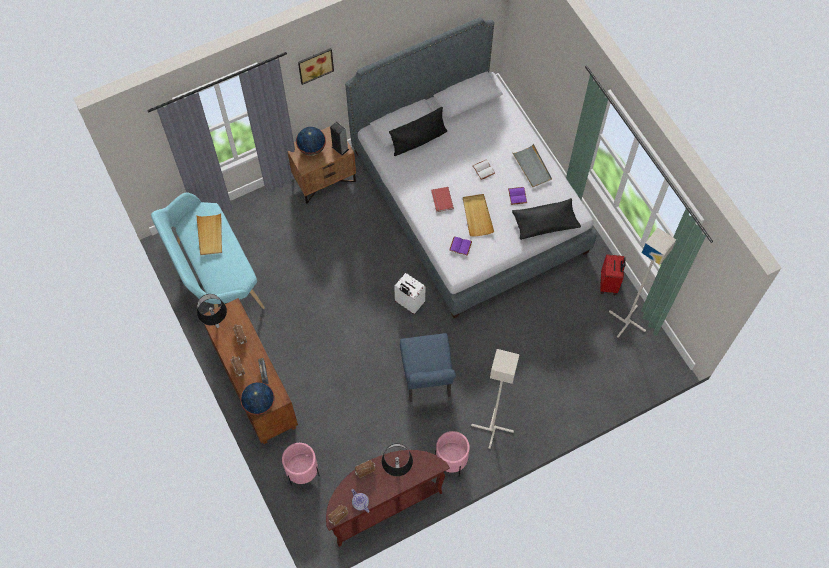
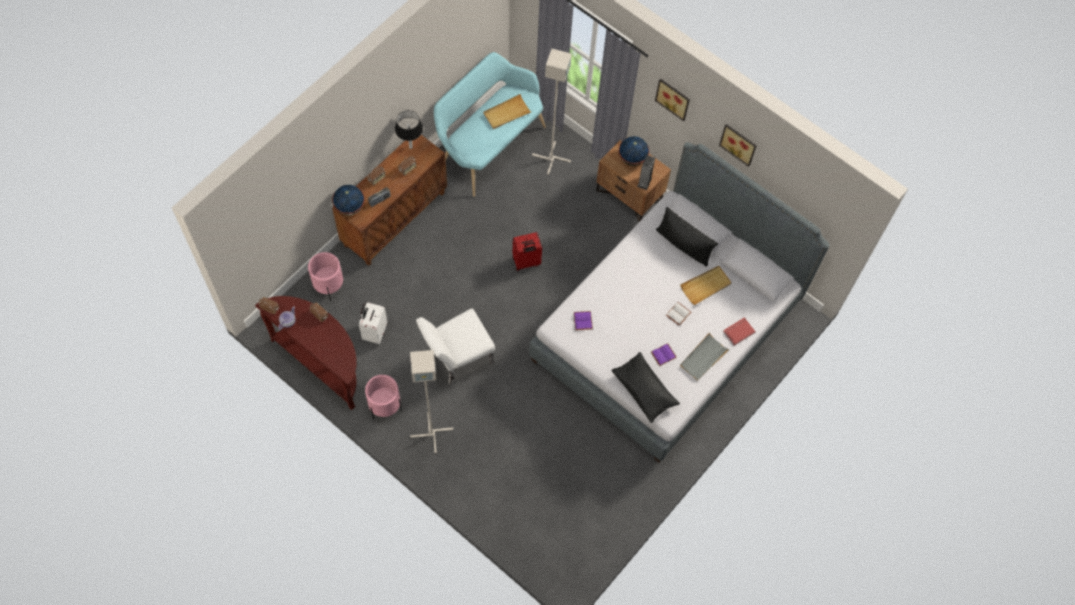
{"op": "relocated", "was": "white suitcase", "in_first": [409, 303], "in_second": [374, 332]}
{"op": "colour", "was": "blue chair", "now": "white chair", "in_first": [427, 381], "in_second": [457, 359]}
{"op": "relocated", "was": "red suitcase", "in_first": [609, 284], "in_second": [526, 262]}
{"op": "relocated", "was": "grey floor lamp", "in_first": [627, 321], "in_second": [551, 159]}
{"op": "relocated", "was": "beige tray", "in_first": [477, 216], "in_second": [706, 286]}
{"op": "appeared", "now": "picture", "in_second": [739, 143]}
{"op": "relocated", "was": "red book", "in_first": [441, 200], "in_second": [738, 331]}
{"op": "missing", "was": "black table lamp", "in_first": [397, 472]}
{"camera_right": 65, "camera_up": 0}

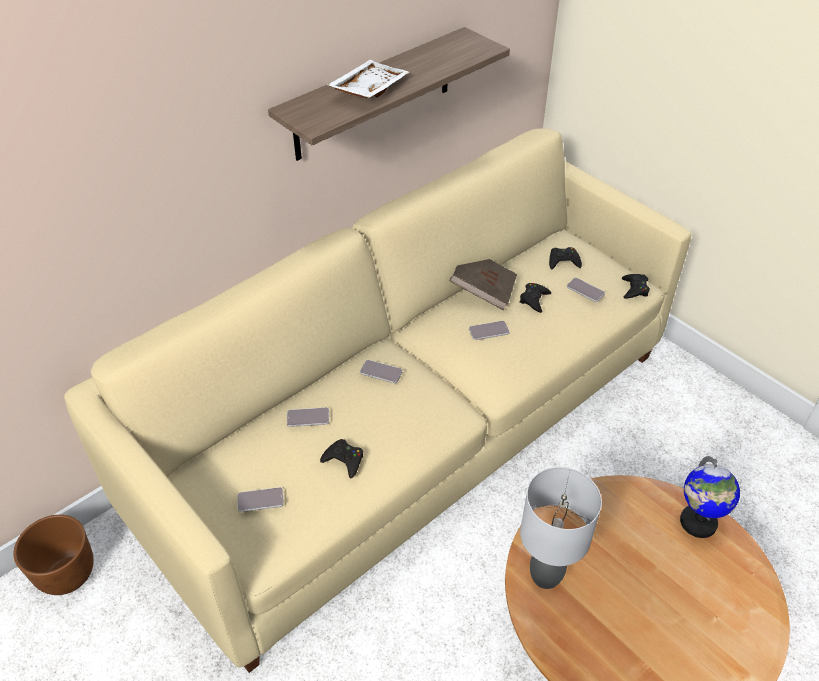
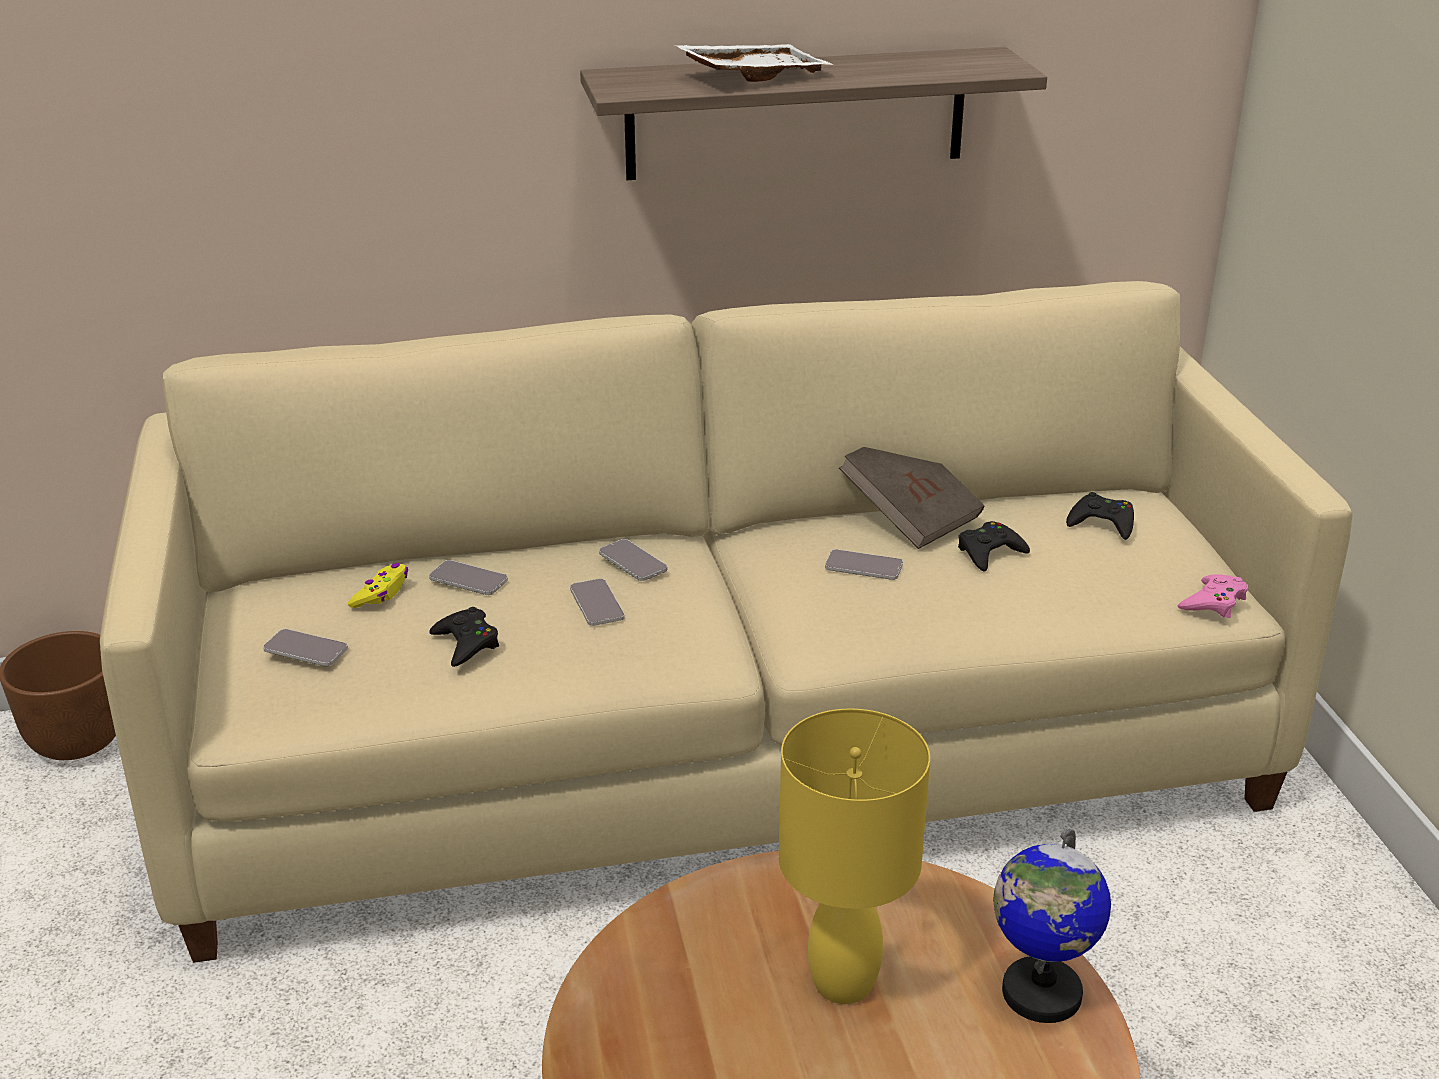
{"op": "appeared", "now": "yellow game controller", "in_second": [381, 593]}
{"op": "relocated", "was": "phone", "in_first": [585, 290], "in_second": [597, 603]}
{"op": "appeared", "now": "yellow table lamp", "in_second": [841, 982]}
{"op": "colour", "was": "black game controller", "now": "pink game controller", "in_first": [634, 289], "in_second": [1213, 602]}
{"op": "missing", "was": "grey table lamp", "in_first": [546, 577]}
{"camera_right": 30, "camera_up": -15}

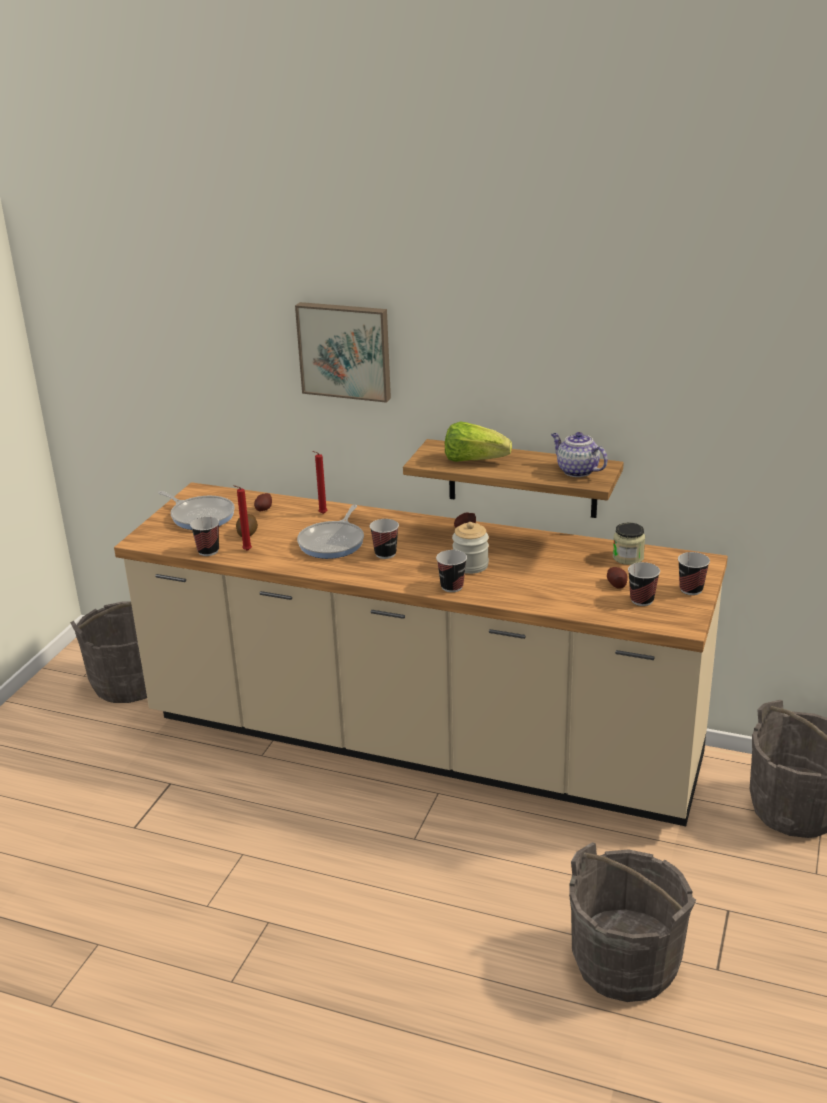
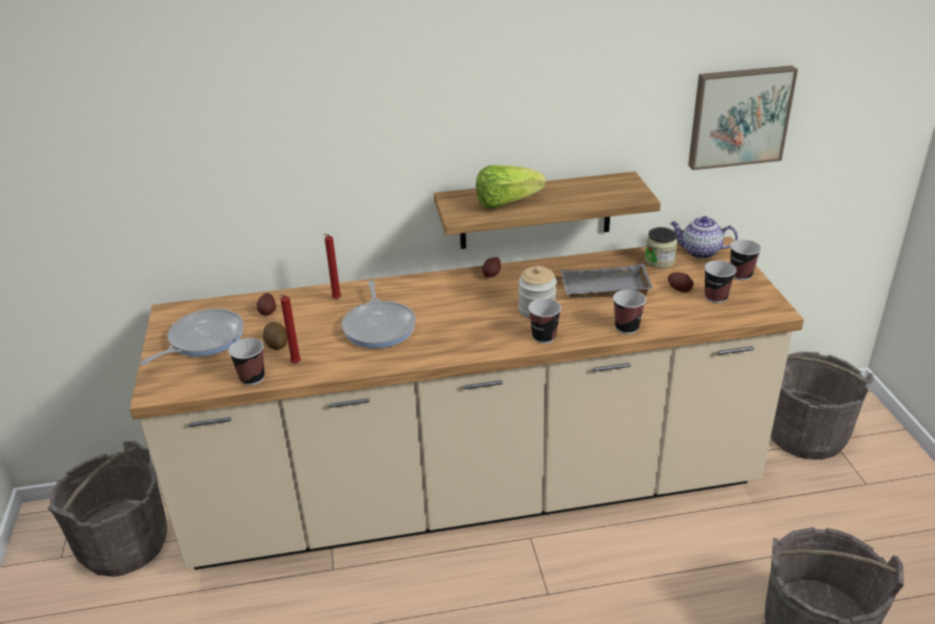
{"op": "spun", "was": "frying pan", "in_first": [200, 516], "in_second": [202, 340], "clockwise": -60}
{"op": "appeared", "now": "grey tray", "in_second": [604, 290]}
{"op": "relocated", "was": "cup", "in_first": [385, 554], "in_second": [627, 328]}
{"op": "relocated", "was": "teapot", "in_first": [576, 471], "in_second": [699, 252]}
{"op": "relocated", "was": "picture", "in_first": [345, 350], "in_second": [738, 116]}
{"camera_right": -30, "camera_up": 5}

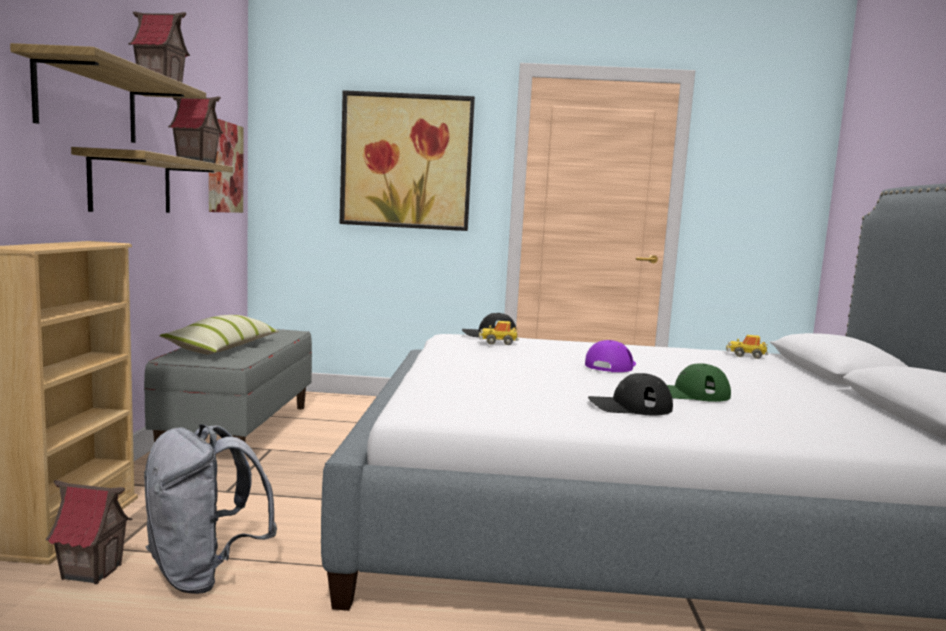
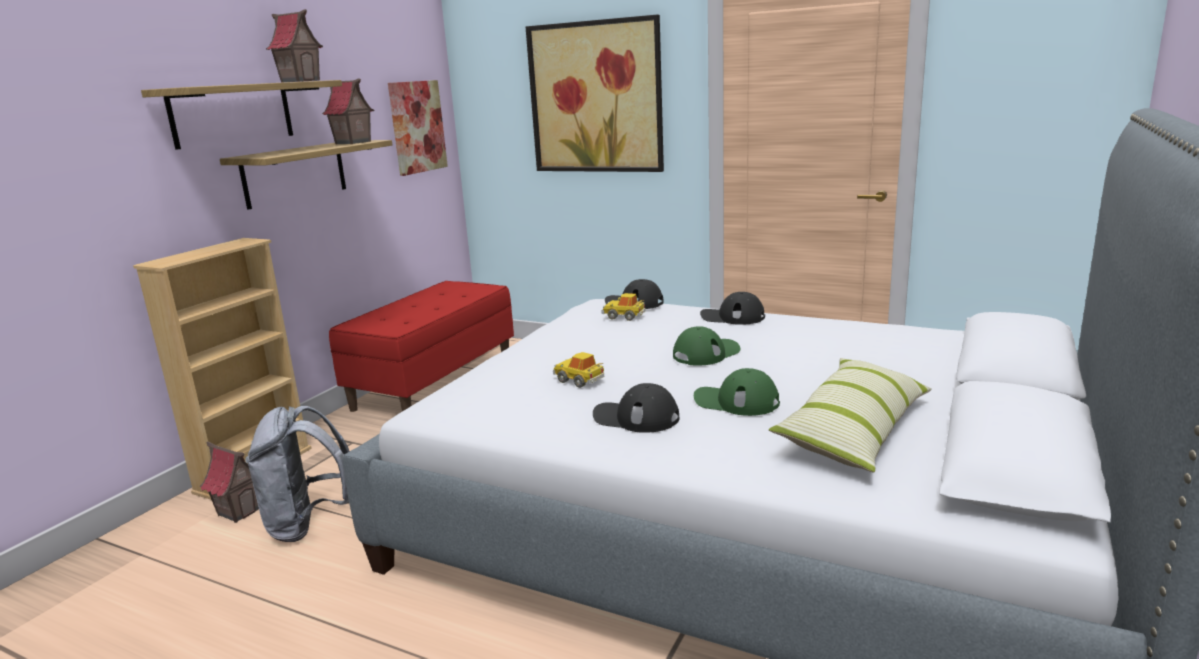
{"op": "colour", "was": "grey bench", "now": "red bench", "in_first": [238, 430], "in_second": [434, 383]}
{"op": "relocated", "was": "toy car", "in_first": [746, 355], "in_second": [579, 380]}
{"op": "colour", "was": "purple cap", "now": "green cap", "in_first": [611, 365], "in_second": [706, 353]}
{"op": "appeared", "now": "black cap", "in_second": [732, 317]}
{"op": "relocated", "was": "pillow", "in_first": [223, 347], "in_second": [854, 430]}
{"camera_right": 25, "camera_up": 10}

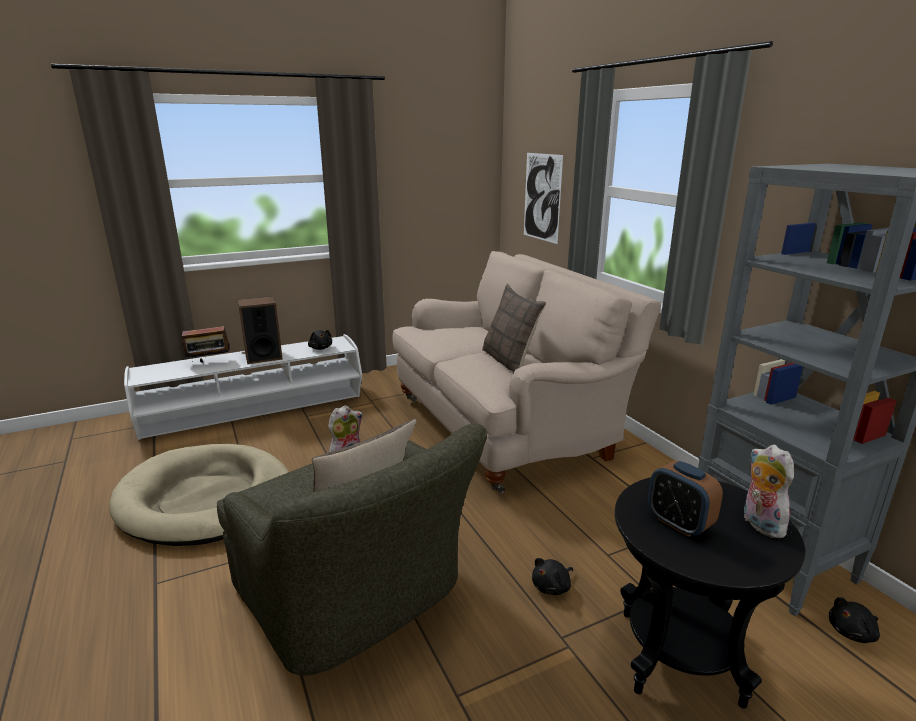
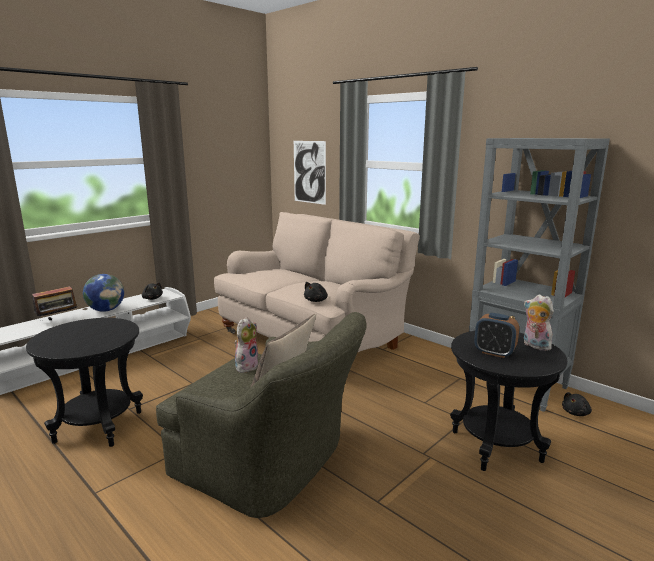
{"op": "exchanged", "was": "beige dog bed", "now": "black side table", "in_first": [206, 499], "in_second": [99, 427]}
{"op": "exchanged", "was": "speaker", "now": "globe", "in_first": [263, 357], "in_second": [106, 310]}
{"op": "relocated", "was": "black plush toy", "in_first": [552, 587], "in_second": [316, 300]}
{"op": "missing", "was": "pillow", "in_first": [510, 360]}
{"camera_right": -20, "camera_up": -5}

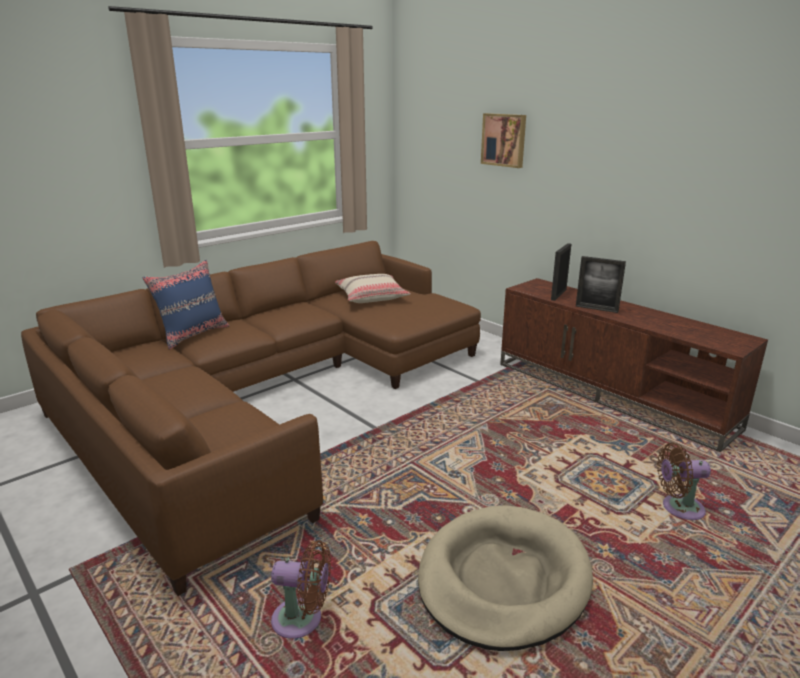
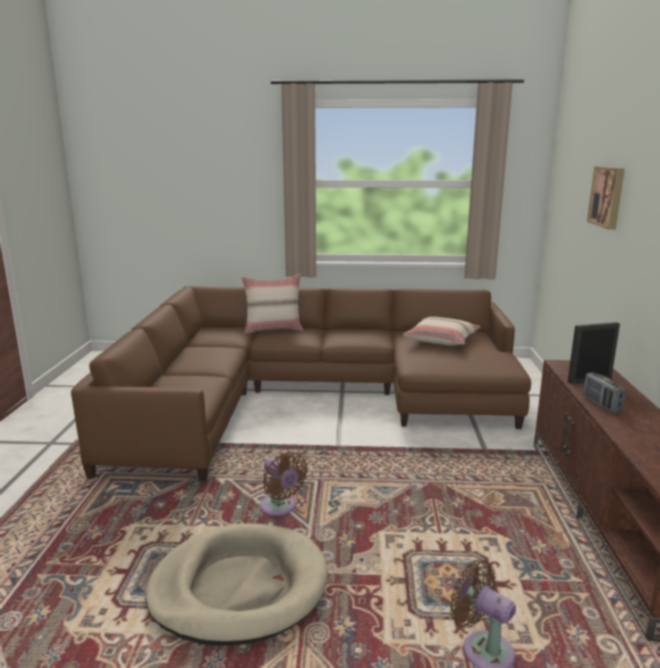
{"op": "colour", "was": "blue pillow", "now": "beige pillow", "in_first": [193, 334], "in_second": [273, 330]}
{"op": "relocated", "was": "brown fan", "in_first": [302, 620], "in_second": [280, 508]}
{"op": "exchanged", "was": "picture frame", "now": "radio", "in_first": [596, 309], "in_second": [601, 404]}
{"camera_right": 45, "camera_up": -5}

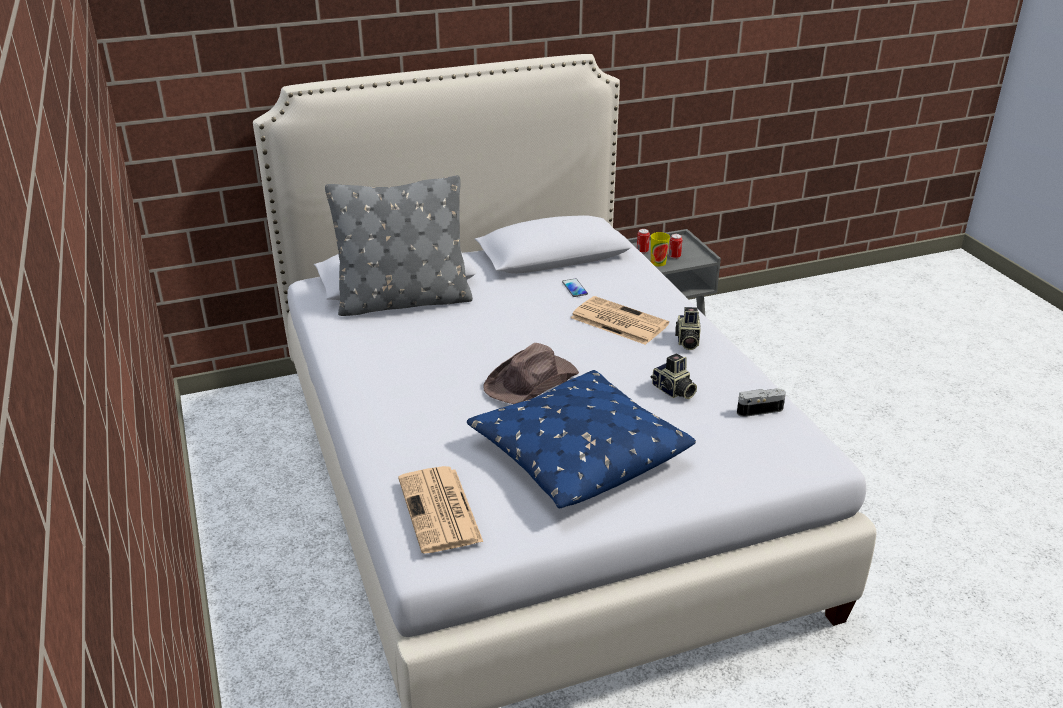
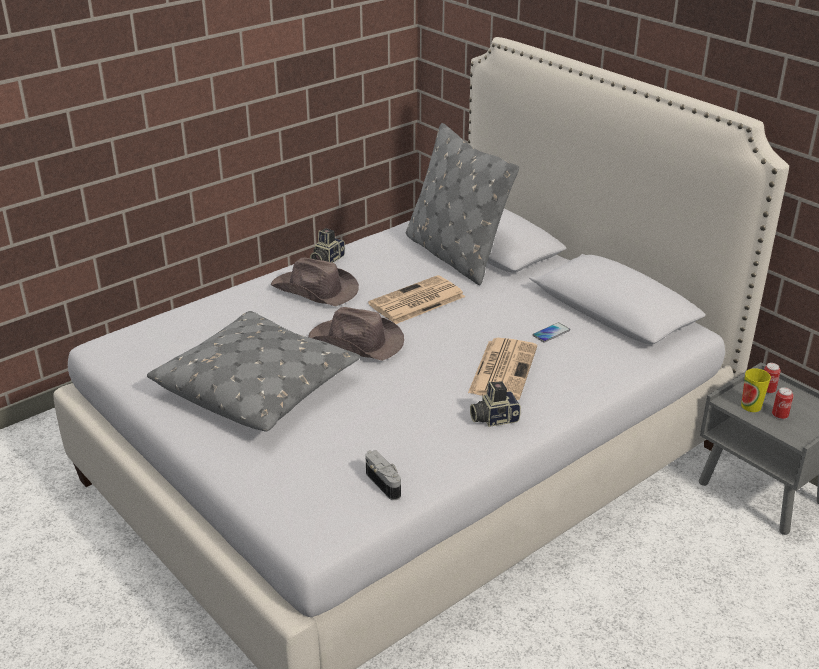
{"op": "colour", "was": "blue pillow", "now": "grey pillow", "in_first": [577, 454], "in_second": [258, 387]}
{"op": "appeared", "now": "brown hat", "in_second": [315, 290]}
{"op": "relocated", "was": "photo camera", "in_first": [673, 391], "in_second": [326, 260]}
{"op": "relocated", "was": "newspaper", "in_first": [440, 511], "in_second": [416, 301]}
{"camera_right": 70, "camera_up": 0}

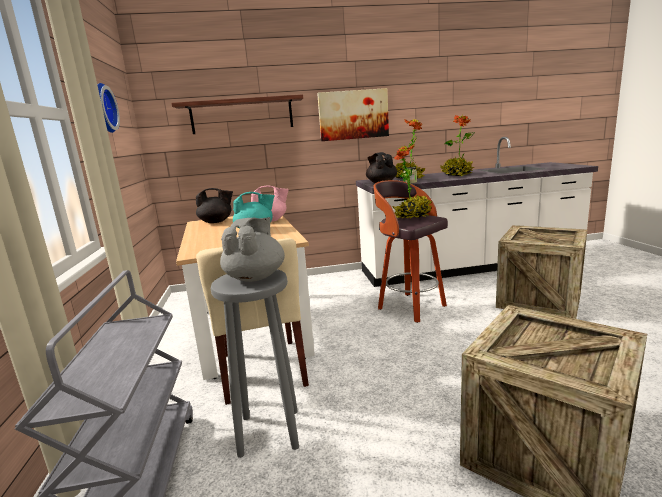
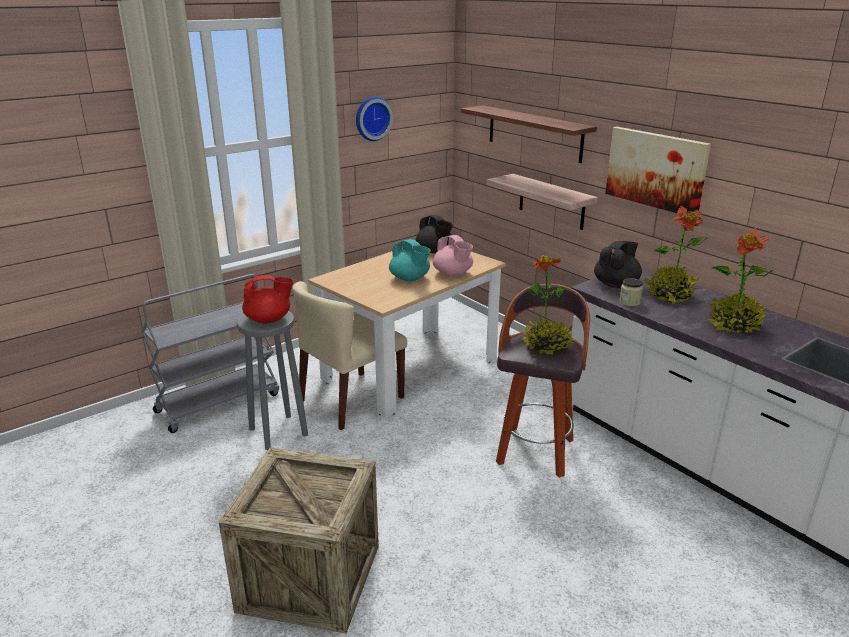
{"op": "colour", "was": "grey teapot", "now": "red teapot", "in_first": [256, 277], "in_second": [269, 319]}
{"op": "appeared", "now": "shelf", "in_second": [551, 202]}
{"op": "missing", "was": "crate", "in_first": [539, 300]}
{"camera_right": 60, "camera_up": 10}

